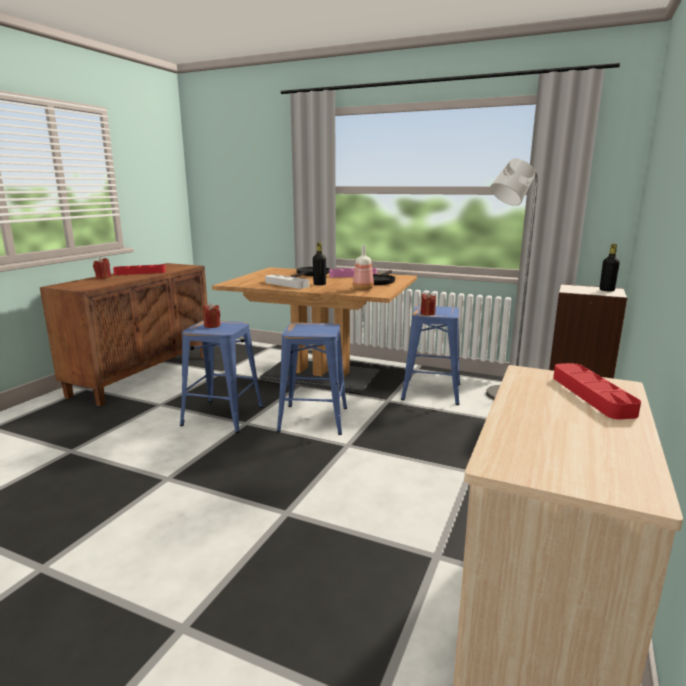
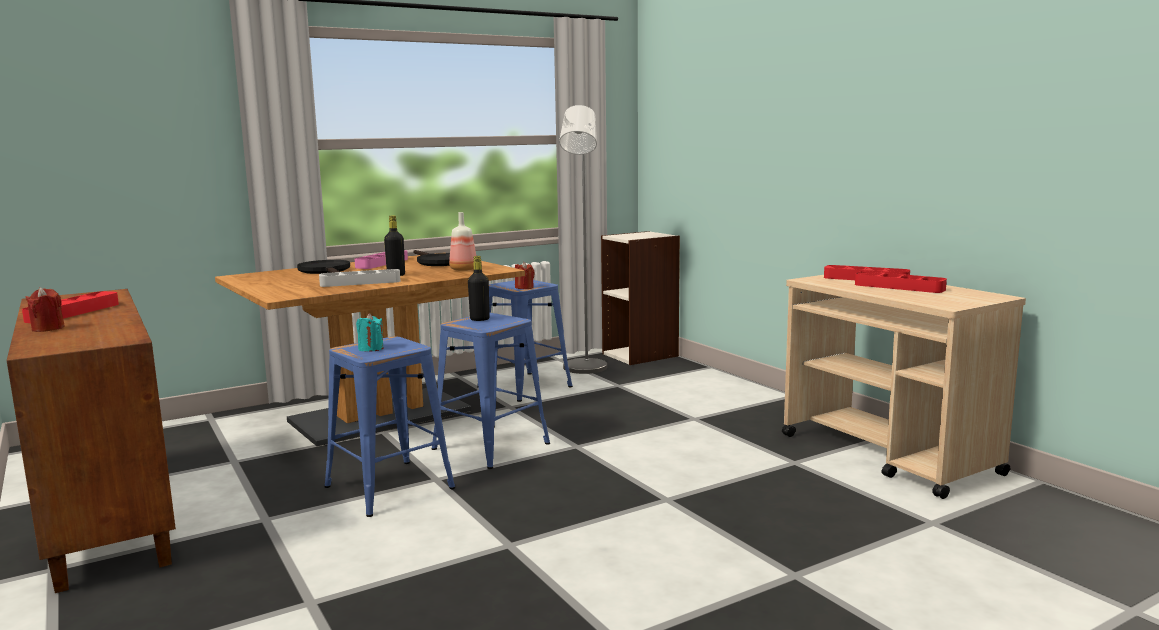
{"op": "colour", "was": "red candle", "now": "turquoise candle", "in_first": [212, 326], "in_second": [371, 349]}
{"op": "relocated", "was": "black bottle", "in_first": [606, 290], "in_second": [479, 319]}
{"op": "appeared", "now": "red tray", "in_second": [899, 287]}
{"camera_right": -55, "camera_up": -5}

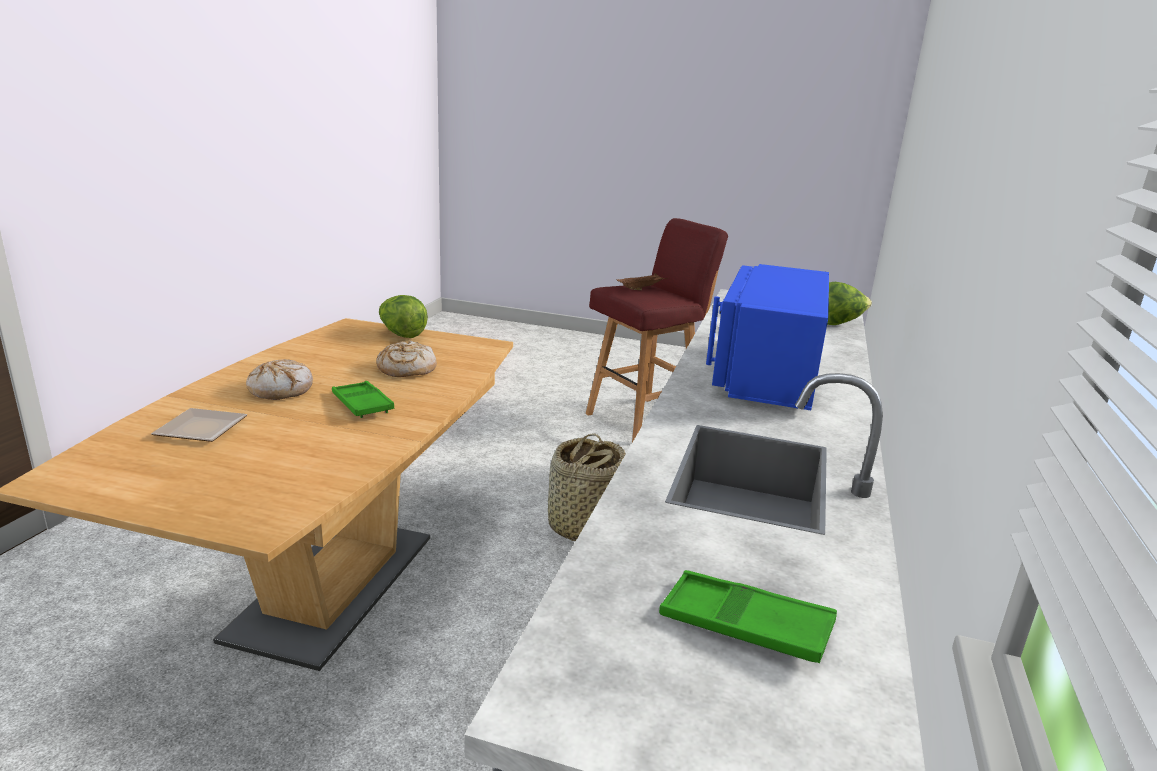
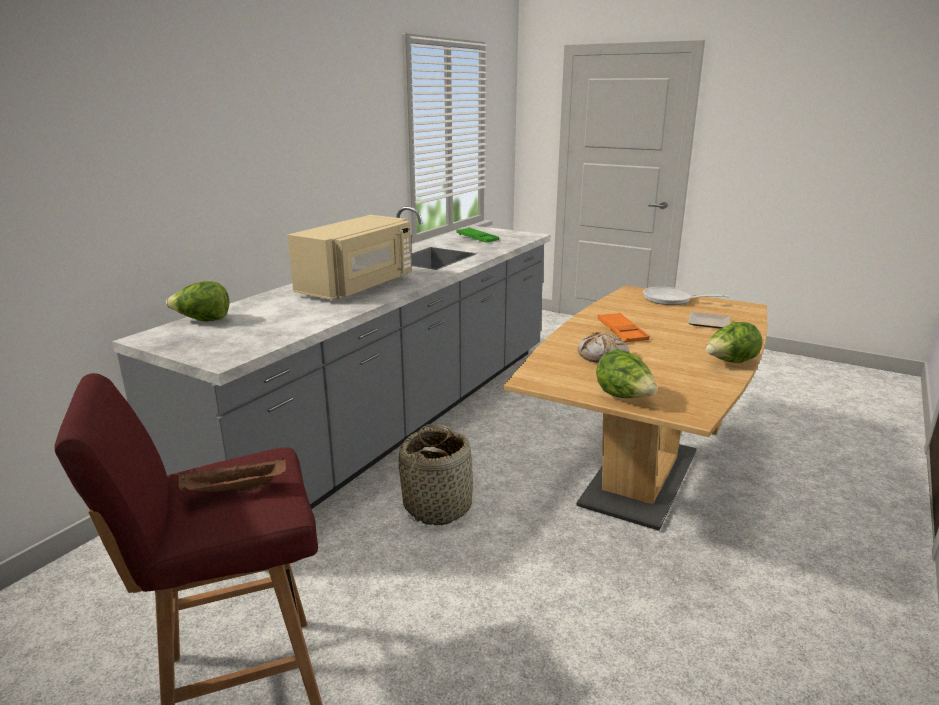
{"op": "colour", "was": "blue microwave", "now": "beige microwave", "in_first": [766, 376], "in_second": [358, 286]}
{"op": "colour", "was": "green tray", "now": "orange tray", "in_first": [362, 405], "in_second": [622, 332]}
{"op": "appeared", "now": "frying pan", "in_second": [672, 300]}
{"op": "appeared", "now": "lettuce", "in_second": [730, 363]}
{"op": "missing", "was": "bread", "in_first": [281, 389]}
{"camera_right": -165, "camera_up": 0}

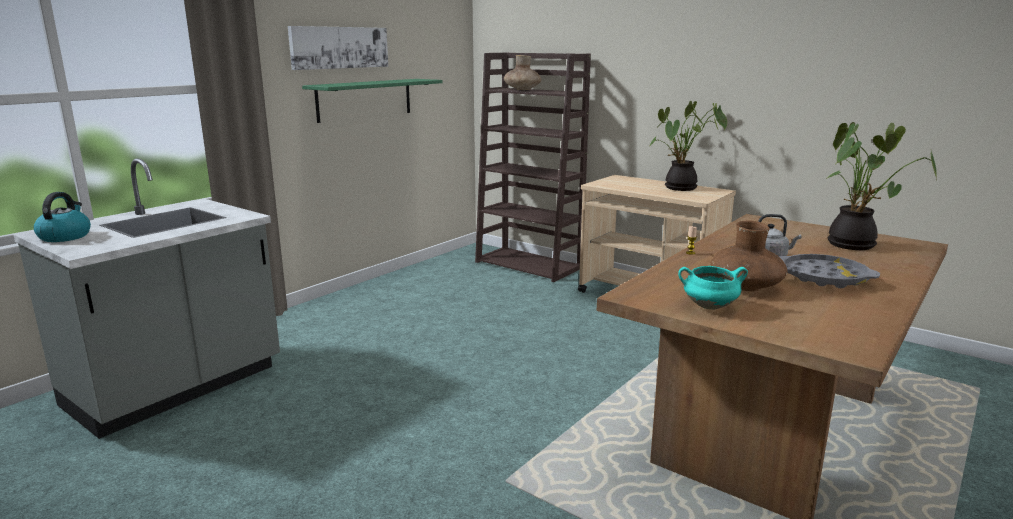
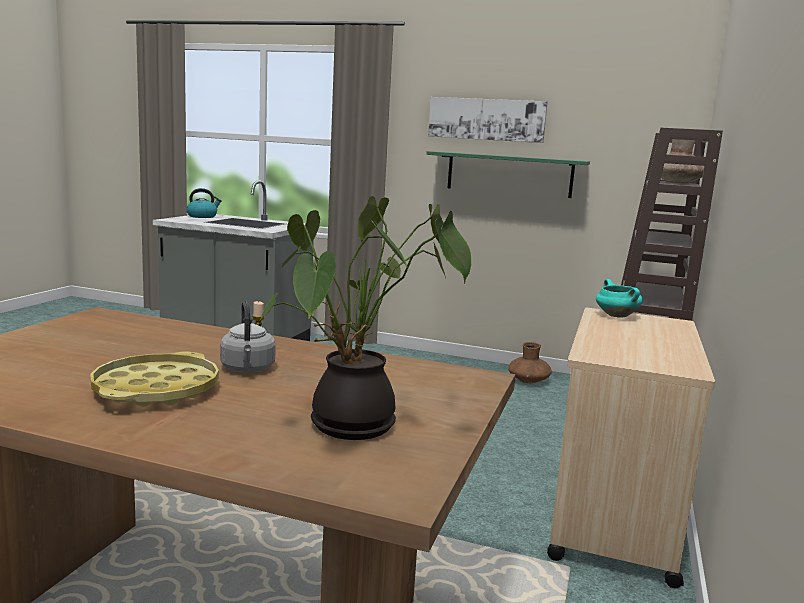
{"op": "colour", "was": "grey tray", "now": "yellow tray", "in_first": [824, 277], "in_second": [156, 389]}
{"op": "relocated", "was": "brown vase", "in_first": [746, 286], "in_second": [528, 381]}
{"op": "relocated", "was": "turquoise cooking pot", "in_first": [709, 307], "in_second": [615, 316]}
{"op": "missing", "was": "potted plant", "in_first": [680, 188]}
{"camera_right": 70, "camera_up": -5}

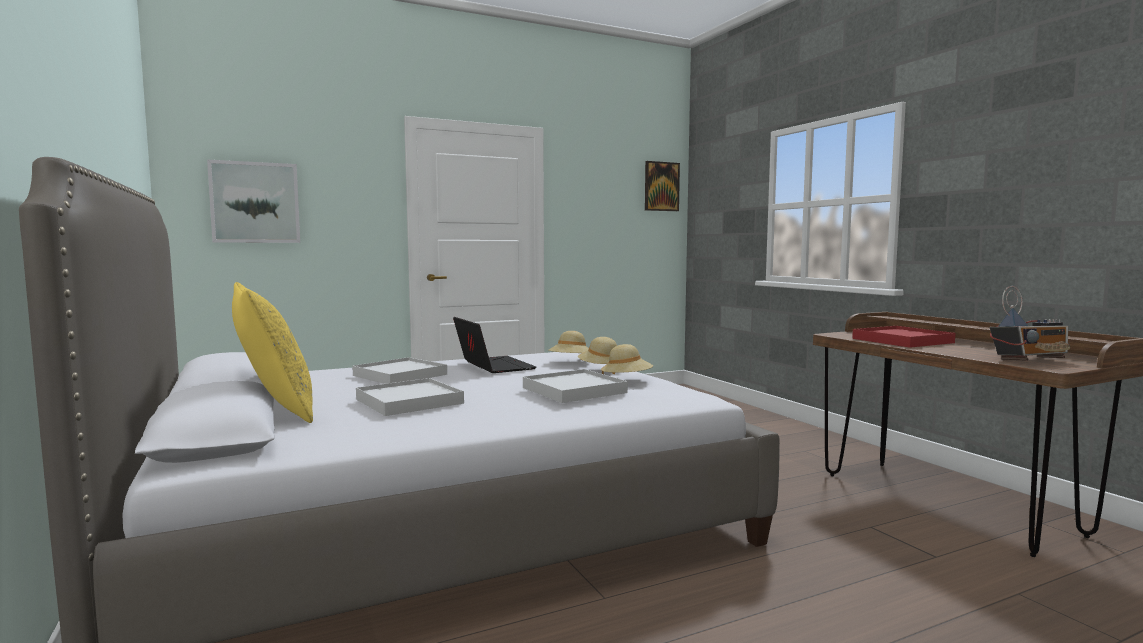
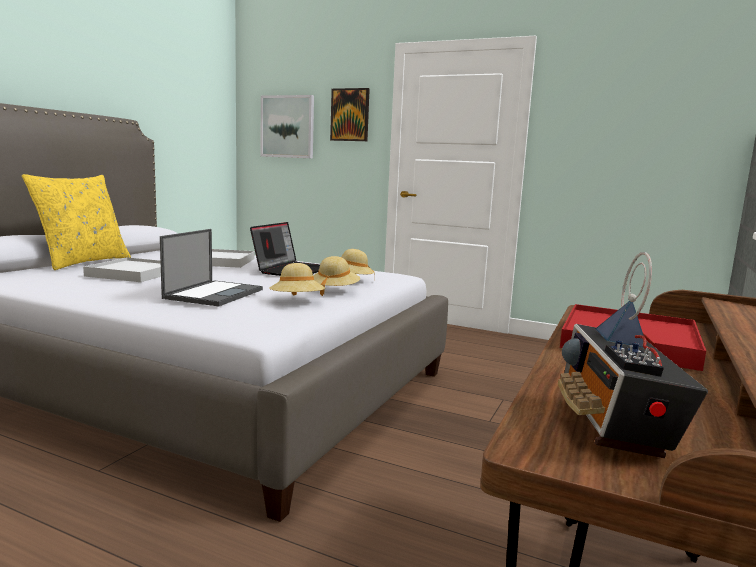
{"op": "exchanged", "was": "white tray", "now": "laptop", "in_first": [573, 390], "in_second": [214, 294]}
{"op": "relocated", "was": "picture", "in_first": [661, 186], "in_second": [350, 115]}
{"op": "spun", "was": "radio", "in_first": [1029, 360], "in_second": [615, 427], "clockwise": 60}
{"camera_right": 50, "camera_up": 5}

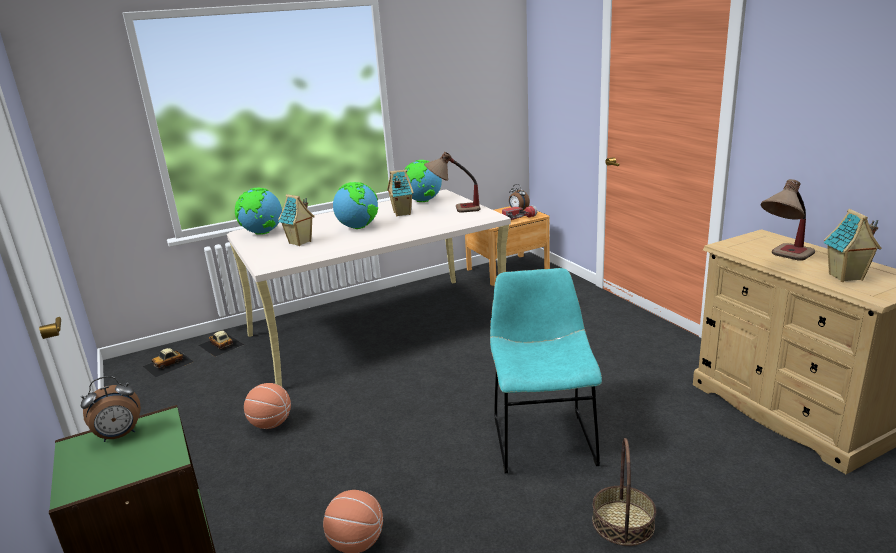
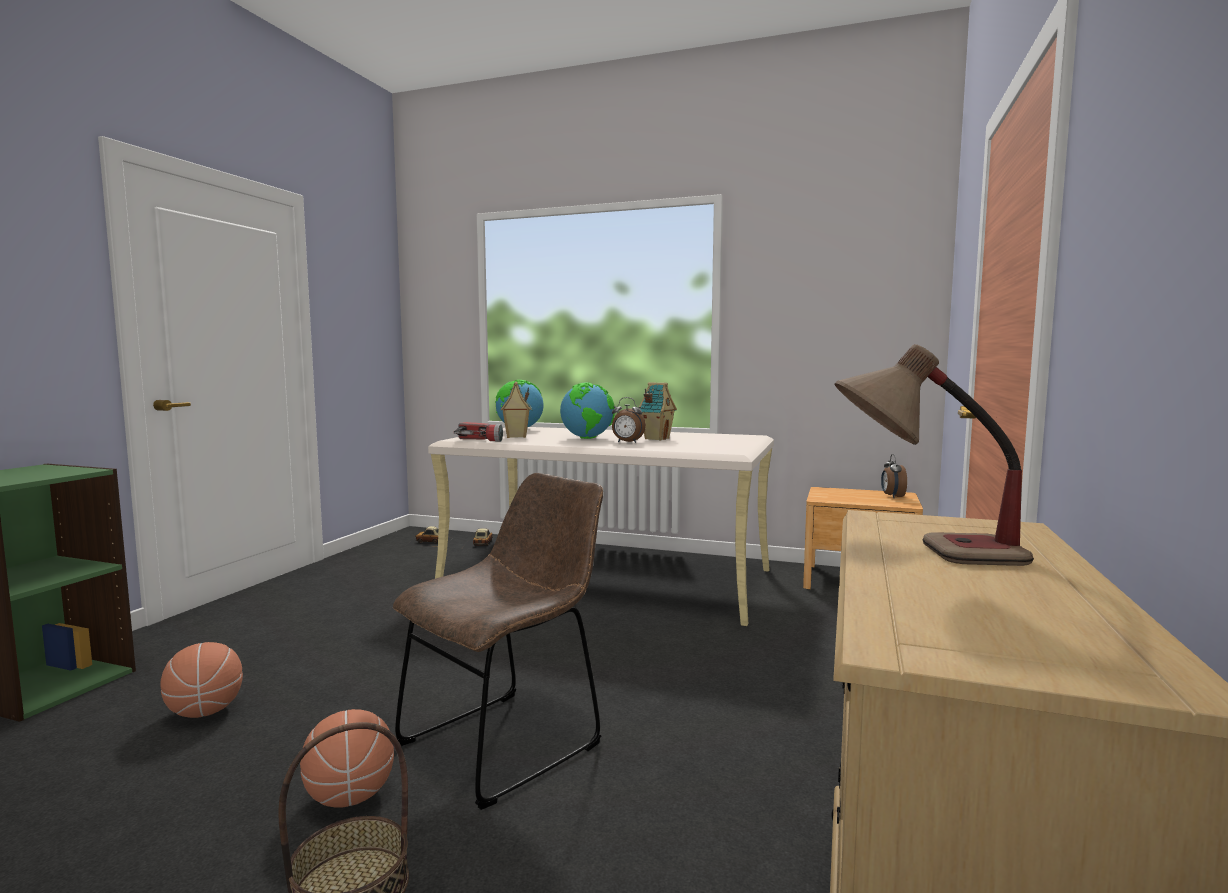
{"op": "relocated", "was": "basketball", "in_first": [271, 424], "in_second": [350, 796]}
{"op": "colour", "was": "turquoise chair", "now": "brown chair", "in_first": [542, 437], "in_second": [508, 741]}
{"op": "relocated", "was": "flashlight", "in_first": [519, 218], "in_second": [480, 440]}
{"op": "relocated", "was": "alarm clock", "in_first": [119, 436], "in_second": [627, 442]}
{"op": "missing", "was": "globe", "in_first": [422, 201]}
{"op": "missing", "was": "table lamp", "in_first": [454, 210]}
{"op": "missing", "was": "toy house", "in_first": [846, 277]}
{"camera_right": 45, "camera_up": -15}

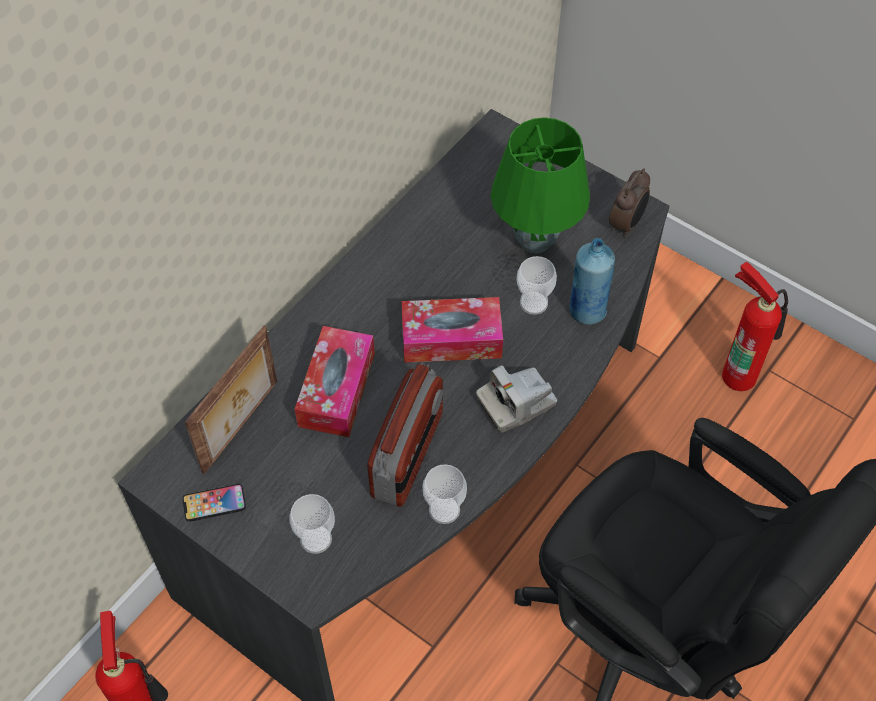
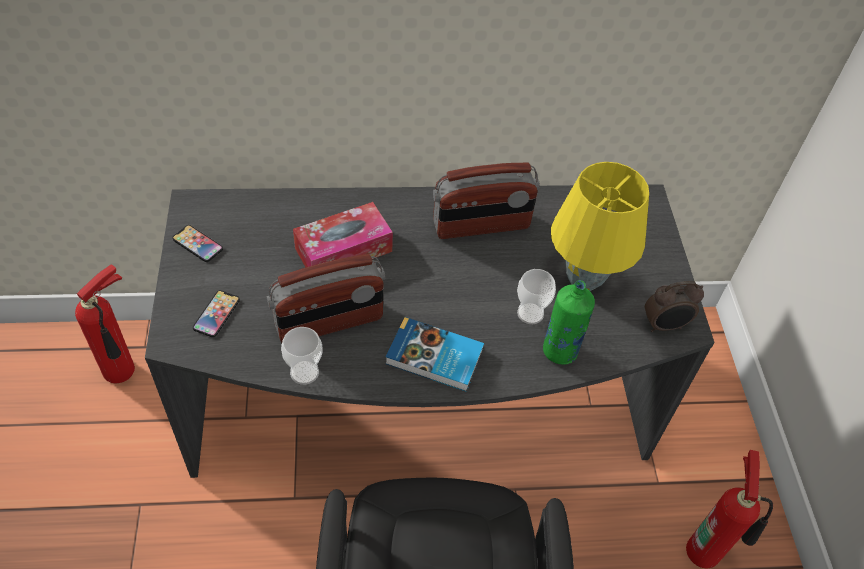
{"op": "exchanged", "was": "cup", "now": "phone", "in_first": [316, 539], "in_second": [216, 314]}
{"op": "exchanged", "was": "photo camera", "now": "book", "in_first": [516, 403], "in_second": [434, 358]}
{"op": "appeared", "now": "radio", "in_second": [481, 226]}
{"op": "colour", "was": "blue bottle", "now": "green bottle", "in_first": [587, 310], "in_second": [560, 350]}
{"op": "colour", "was": "green table lamp", "now": "yellow table lamp", "in_first": [536, 241], "in_second": [584, 281]}
{"op": "missing", "was": "picture frame", "in_first": [242, 427]}
{"op": "missing", "was": "tissue box", "in_first": [451, 339]}
{"camera_right": 45, "camera_up": -5}

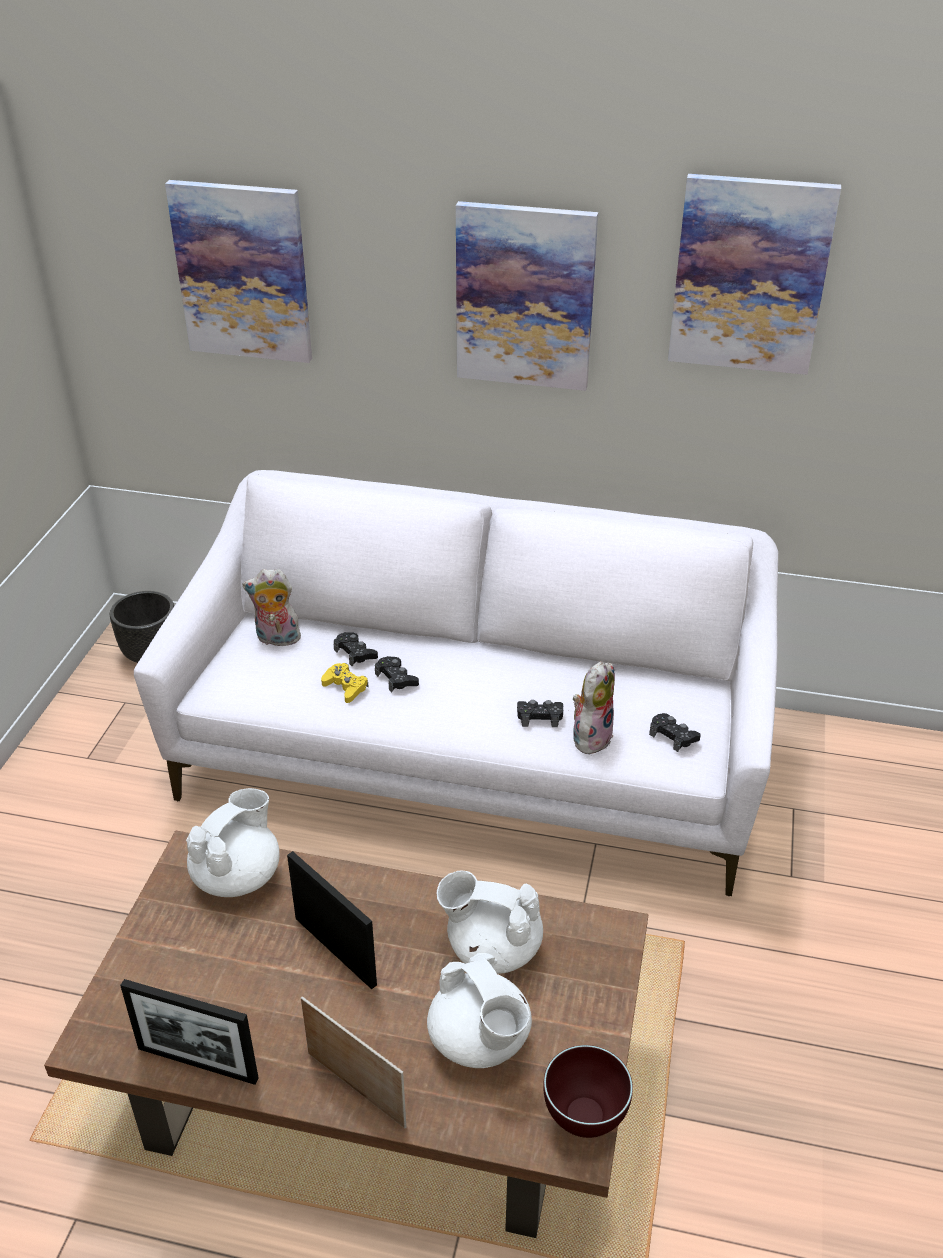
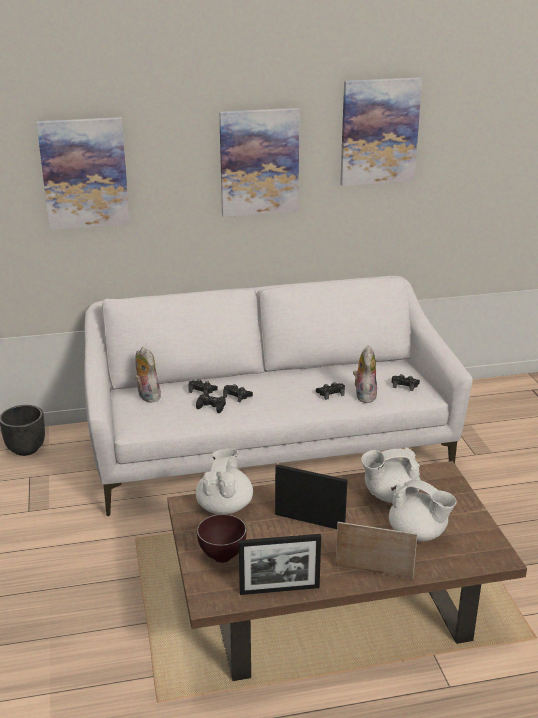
{"op": "spun", "was": "plush toy", "in_first": [276, 639], "in_second": [147, 396], "clockwise": 75}
{"op": "colour", "was": "yellow game controller", "now": "black game controller", "in_first": [345, 687], "in_second": [211, 406]}
{"op": "relocated", "was": "brown bowl", "in_first": [583, 1117], "in_second": [221, 557]}
{"camera_right": -25, "camera_up": -10}

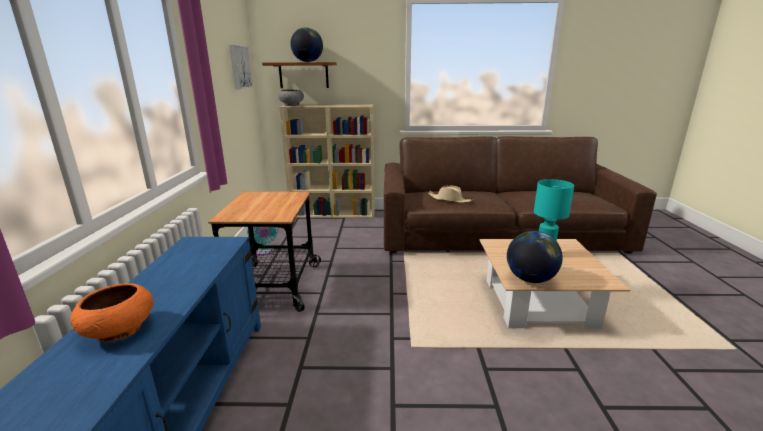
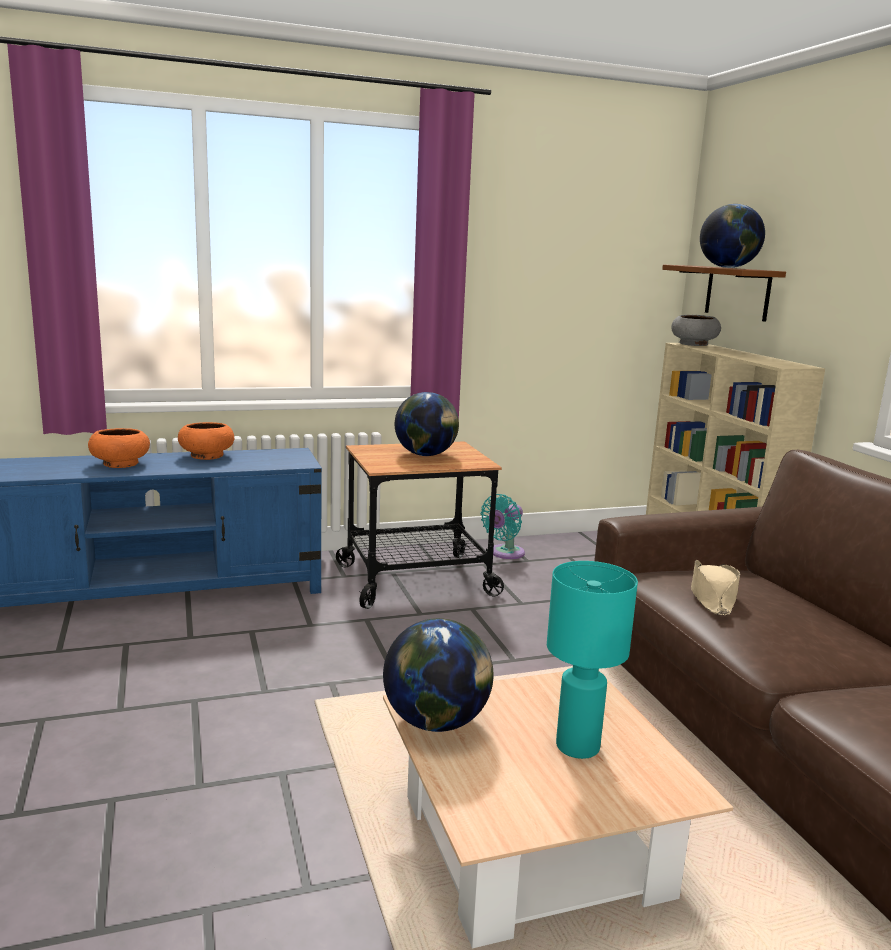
{"op": "appeared", "now": "orange bowl", "in_second": [206, 456]}
{"op": "appeared", "now": "globe", "in_second": [426, 455]}
{"op": "missing", "was": "picture", "in_first": [239, 67]}
{"camera_right": 70, "camera_up": -5}

